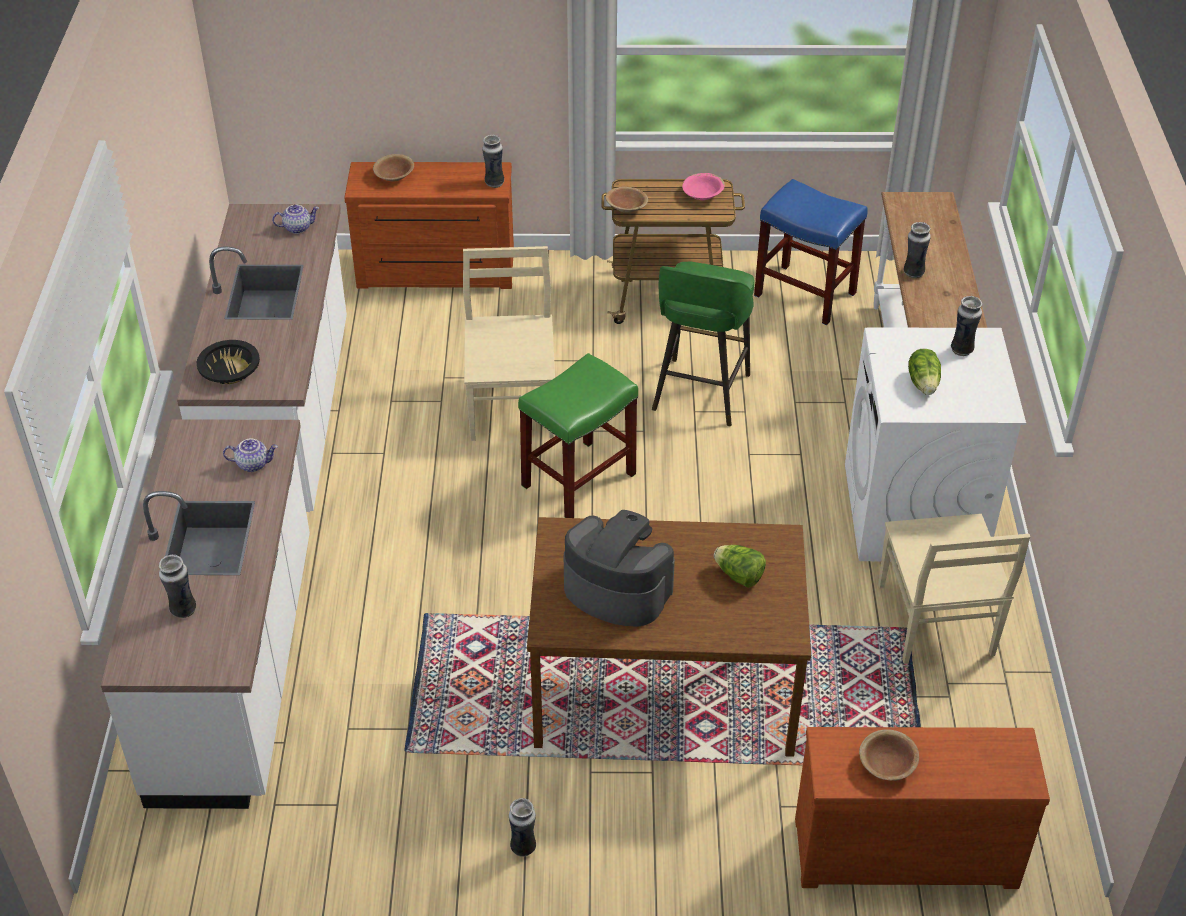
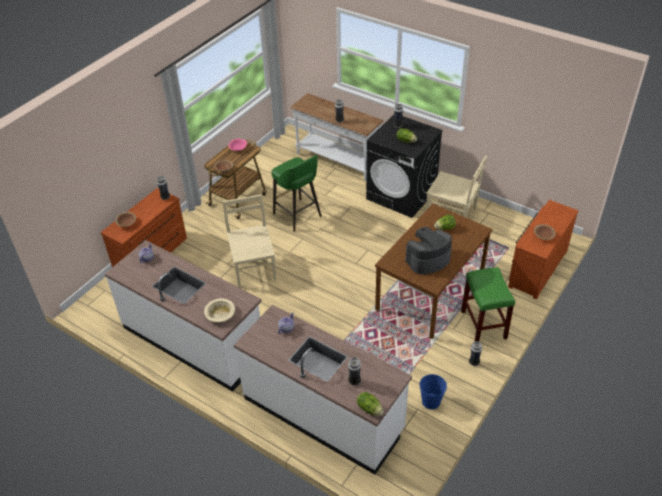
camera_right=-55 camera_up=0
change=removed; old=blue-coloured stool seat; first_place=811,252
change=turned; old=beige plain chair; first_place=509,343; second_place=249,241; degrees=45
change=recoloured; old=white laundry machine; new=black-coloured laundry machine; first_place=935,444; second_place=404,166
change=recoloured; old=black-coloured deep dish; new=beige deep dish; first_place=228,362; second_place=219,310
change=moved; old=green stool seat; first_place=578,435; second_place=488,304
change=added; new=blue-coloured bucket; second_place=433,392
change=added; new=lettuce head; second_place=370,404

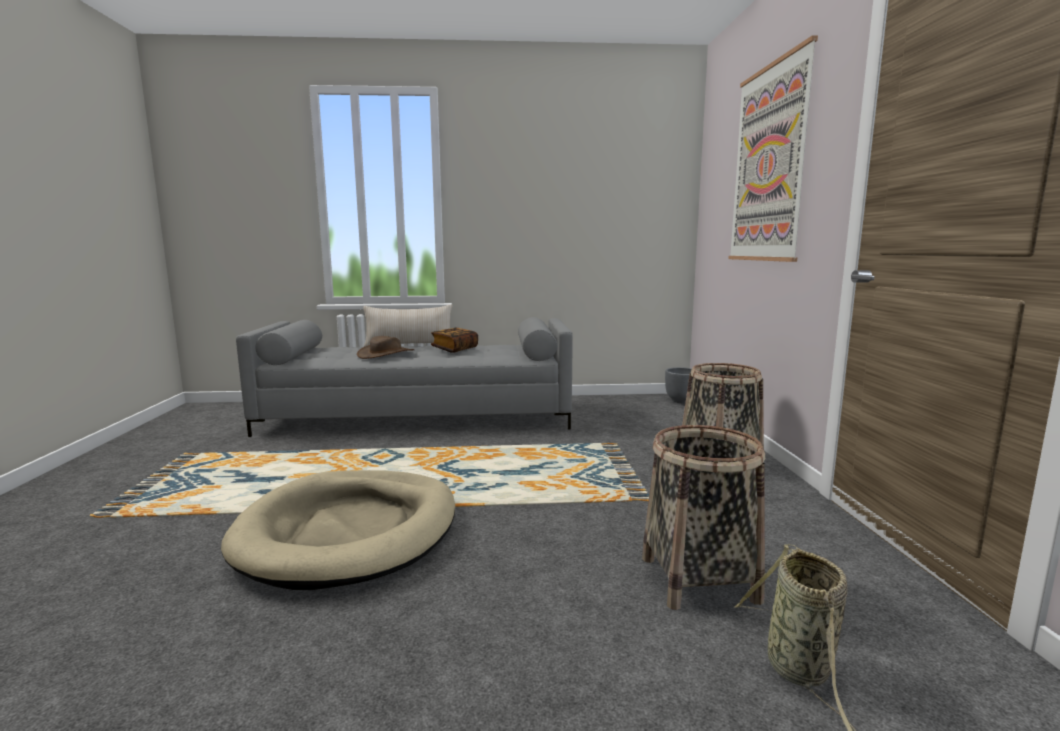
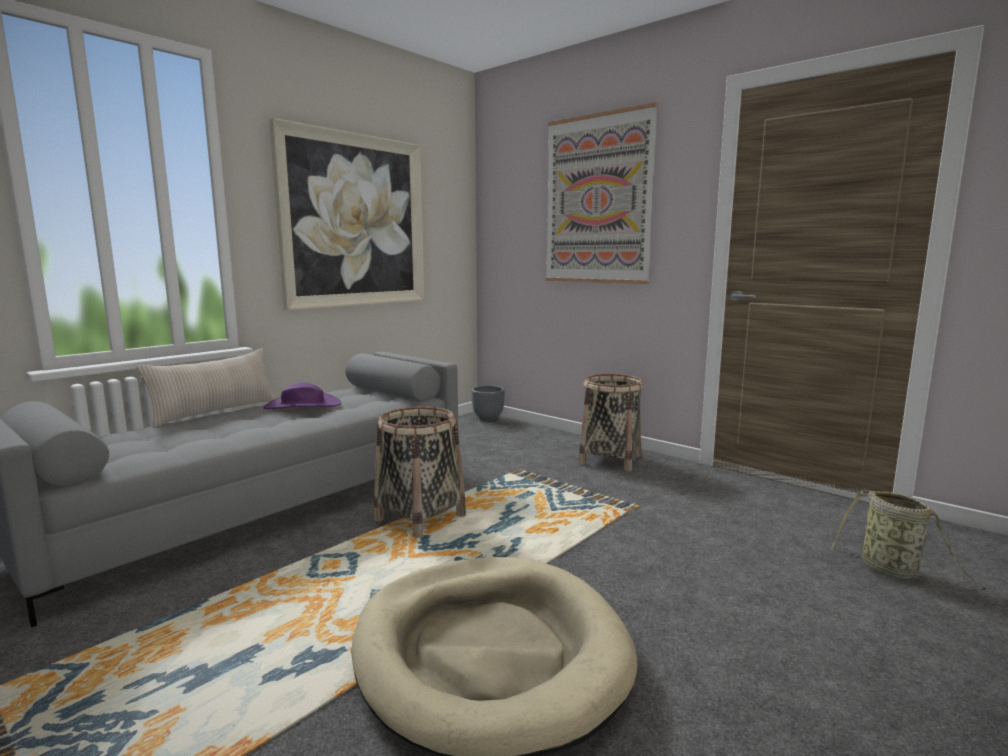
camera_right=-45 camera_up=0
change=replaced; old=volume; new=purple wearable hat; first_place=454,340; second_place=302,395
change=removed; old=brown wearable hat; first_place=386,347
change=moved; old=storage basket; first_place=703,517; second_place=420,472
change=added; new=wall picture; second_place=347,214

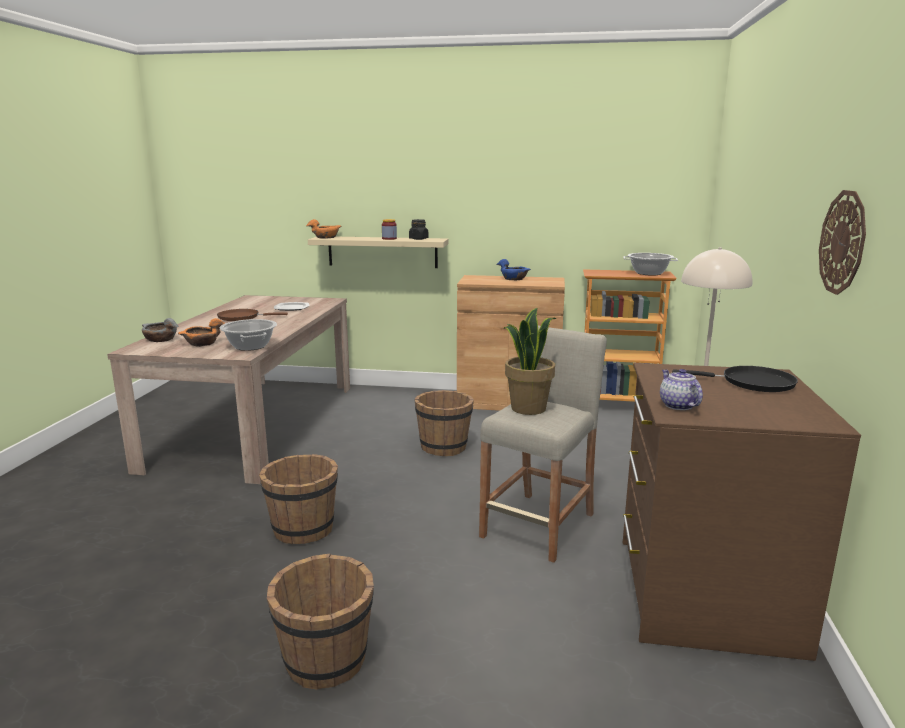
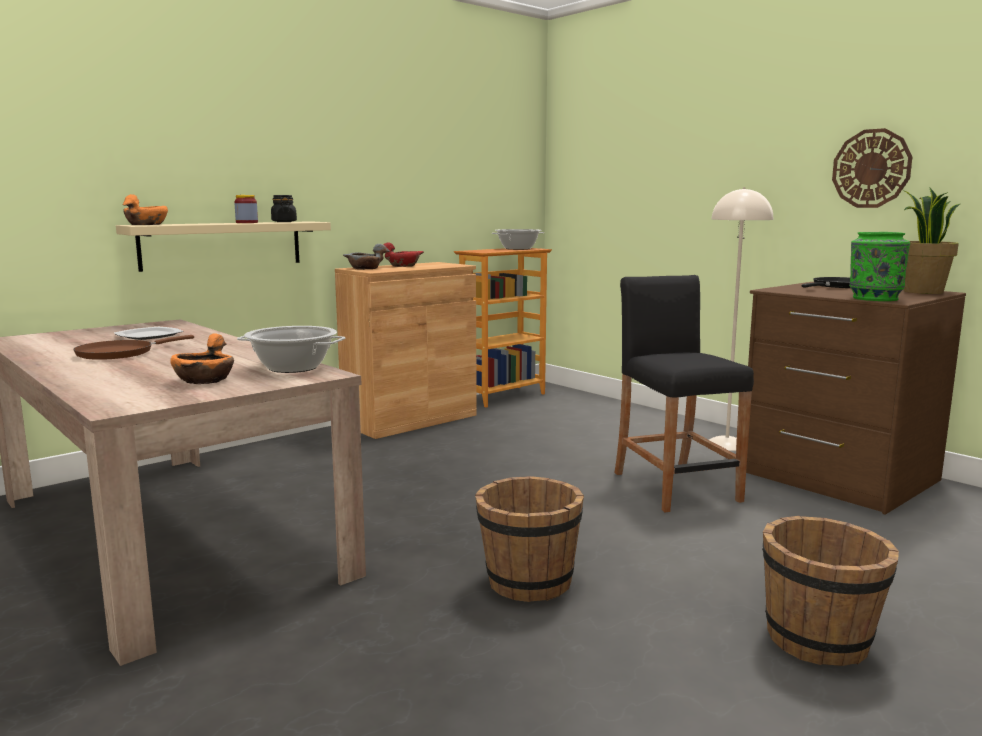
camera_right=-50 camera_up=-5
change=recoloured; old=blue-coloured deep dish; new=red-coloured deep dish; first_place=513,270; second_place=403,254
change=moved; old=potted plant; first_place=530,361; second_place=931,241
change=moved; old=gray deep dish; first_place=160,330; second_place=367,257
change=recoloured; old=beige stool seat; new=black-coloured stool seat; first_place=543,444; second_place=684,393
change=replaced; old=pot for tea; new=green decorative vase; first_place=681,389; second_place=879,266
change=removed; old=brown bucket; first_place=444,423

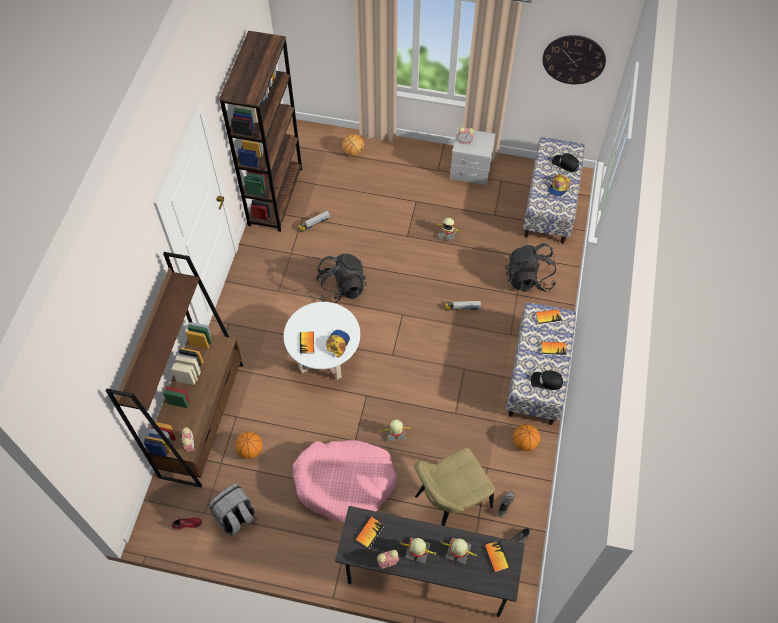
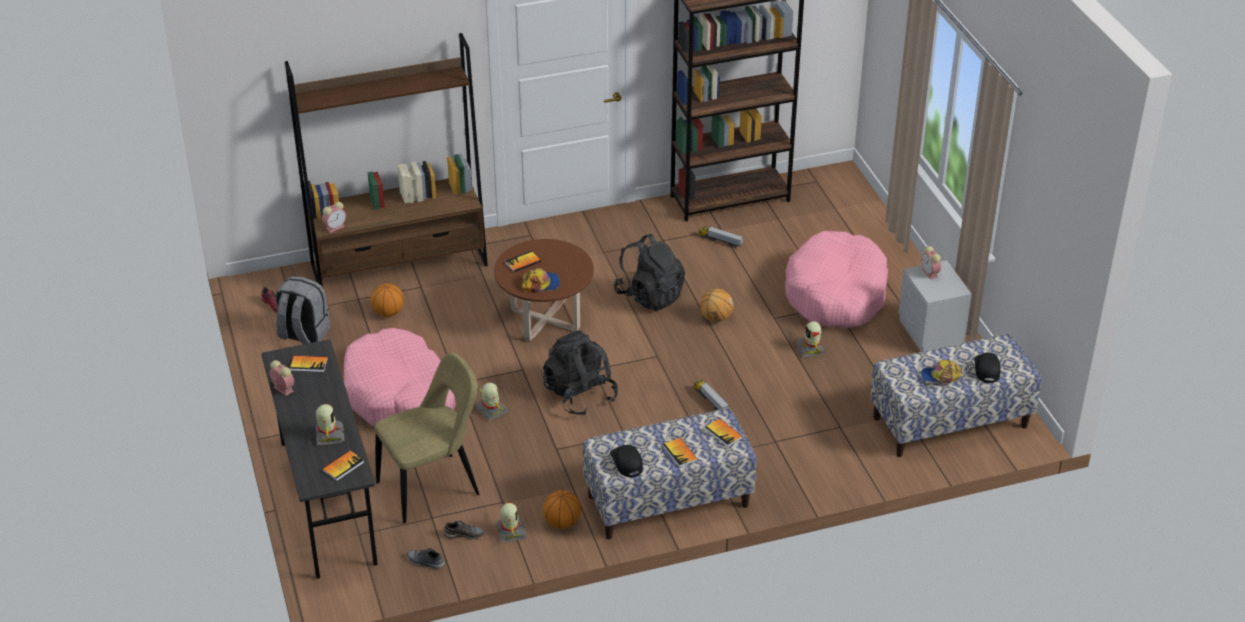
camera_right=60 camera_up=-20
change=removed; old=wall clock; first_place=574,59
change=moved; old=basketball; first_place=353,145; second_place=716,305
change=moved; old=black-coloured backpack; first_place=531,267; second_place=580,373
change=recoloured; old=white coffee table; new=brown coffee table; first_place=322,341; second_place=544,290
change=turned; old=beige plain chair; first_place=454,487; second_place=426,438; degrees=120
change=moved; old=robot figure; first_place=417,550; second_place=512,522
change=added; new=pinkish pet bed; second_place=836,279

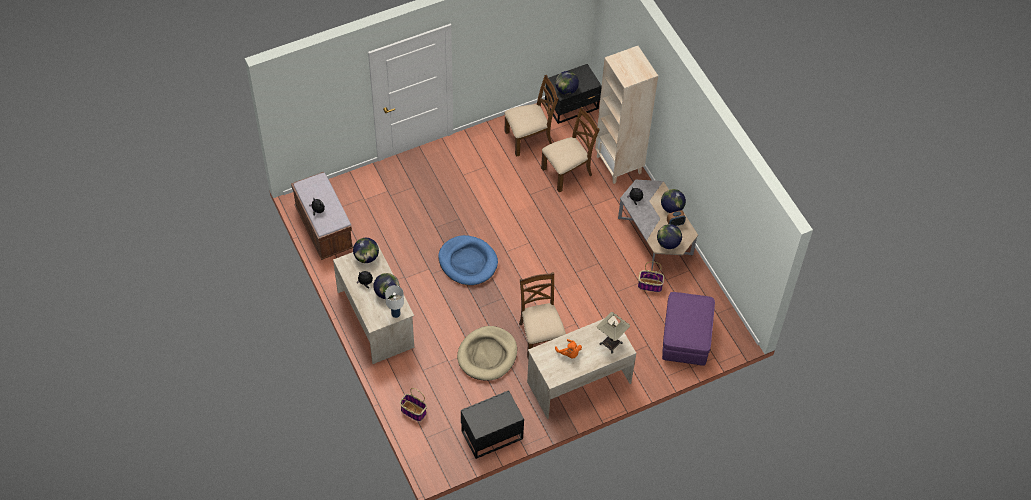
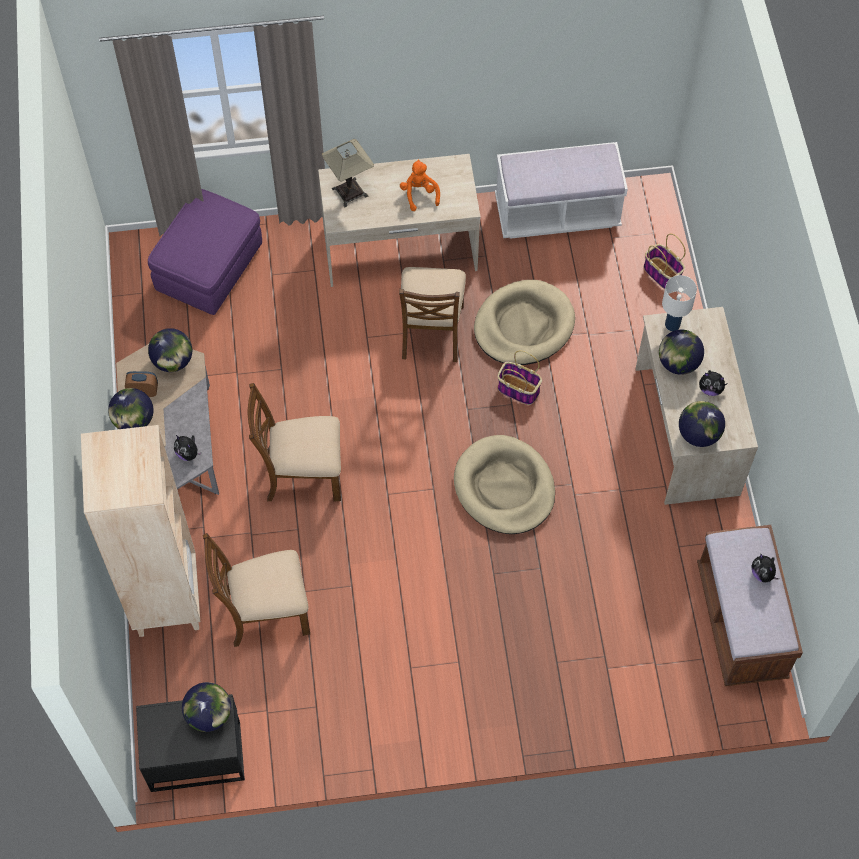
camera_right=-160 camera_up=5
change=moved; old=brown plain chair; first_place=531,116; second_place=294,442
change=recoloured; old=blue-coloured pet bed; new=beige pet bed; first_place=468,260; second_place=504,484
change=moved; old=storage basket; first_place=651,276; second_place=520,378
change=replaced; old=black-coloured nightstand; new=white long seat; first_place=492,424; second_place=561,190

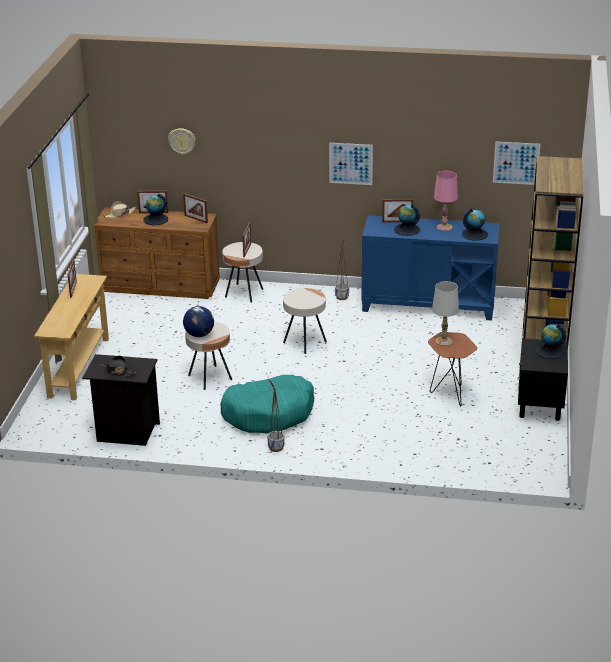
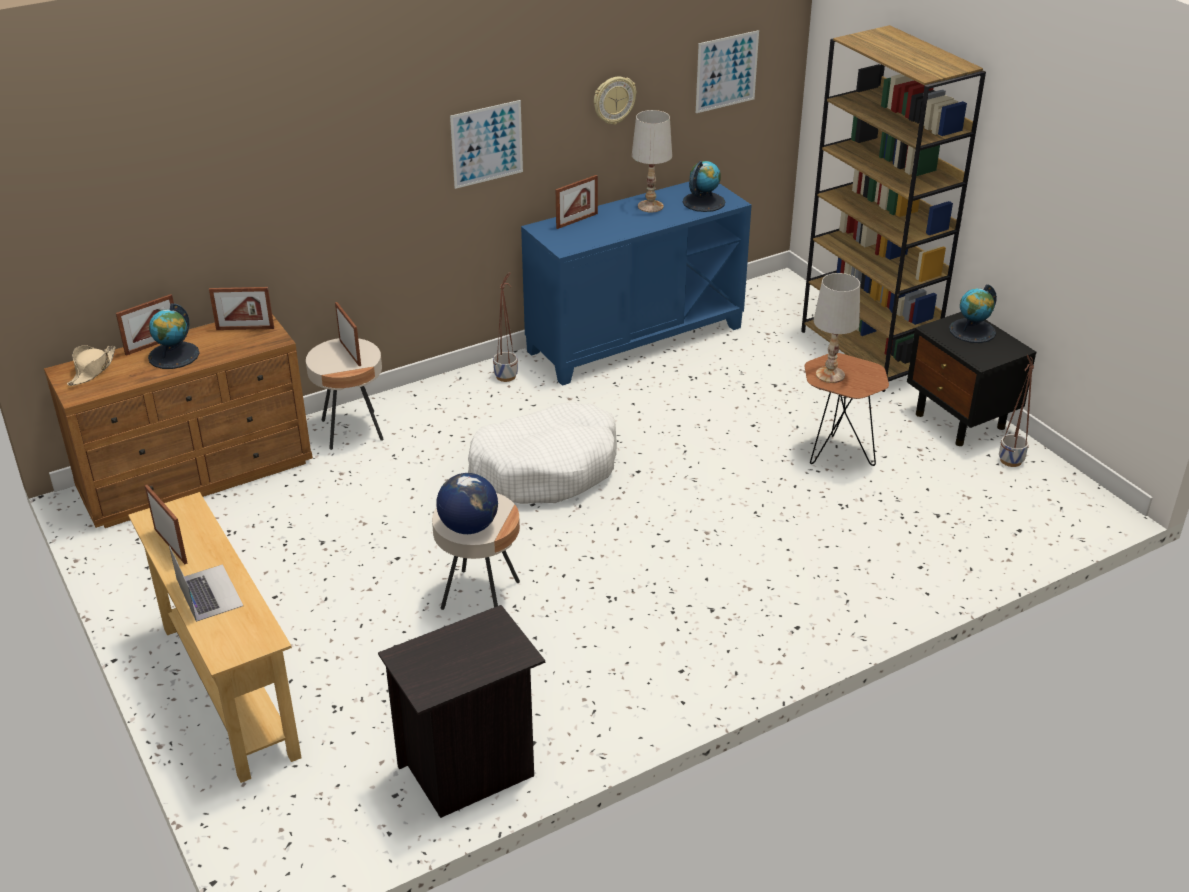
camera_right=-40 camera_up=5
change=moved; old=wall clock; first_place=182,141; second_place=615,100
change=recoloured; old=pinkish tabletop lamp; new=white tabletop lamp; first_place=446,201; second_place=652,161
change=removed; old=desk globe; first_place=407,220
change=replaced; old=beige end table; new=white pet bed; first_place=305,321; second_place=542,453
change=removed; old=black-coloured wearable hat; first_place=117,366
change=removed; old=turquoise pet bed; first_place=267,404
change=moved; old=flower pot; first_place=276,415; second_place=1016,411
change=added; new=notebook computer; second_place=206,583

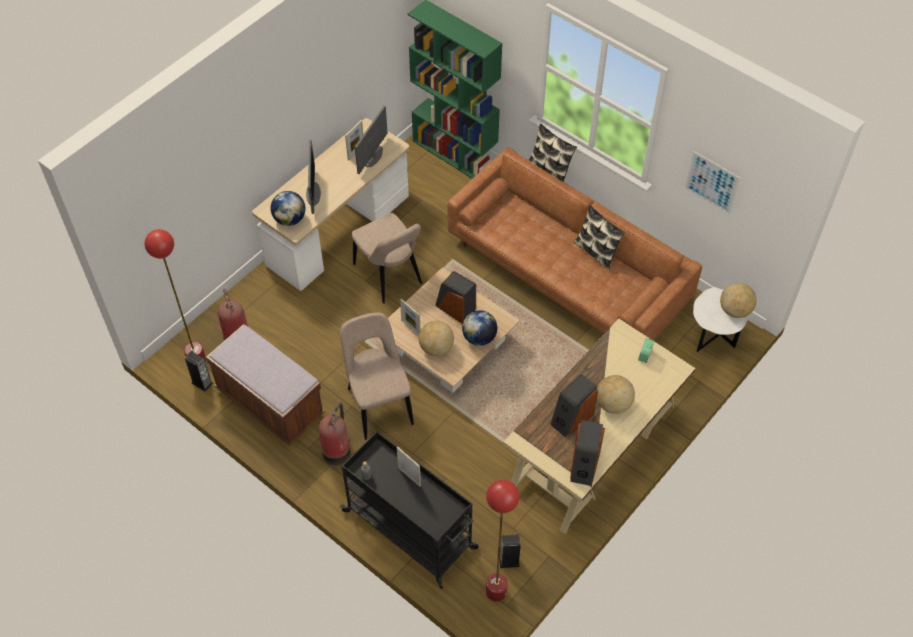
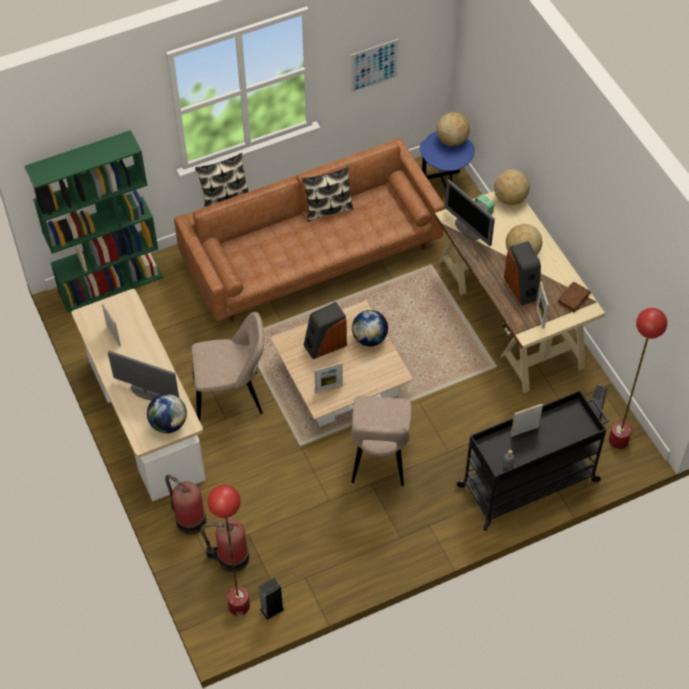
camera_right=-65 camera_up=0
change=moved; old=monitor; first_place=371,140; second_place=470,212
change=recoloured; old=white end table; new=blue-coloured end table; first_place=720,319; second_place=447,160
change=turned; old=beige plain chair; first_place=377,376; second_place=381,441; degrees=-90
change=moved; old=desk globe; first_place=436,338; second_place=512,187
change=removed; old=brown long seat; first_place=265,385
change=moved; old=extinguisher; first_place=335,433; second_place=185,505
change=replaced; old=loudspeaker; new=brown volume; first_place=587,453; second_place=574,296
change=added; new=standing frame; second_place=542,305

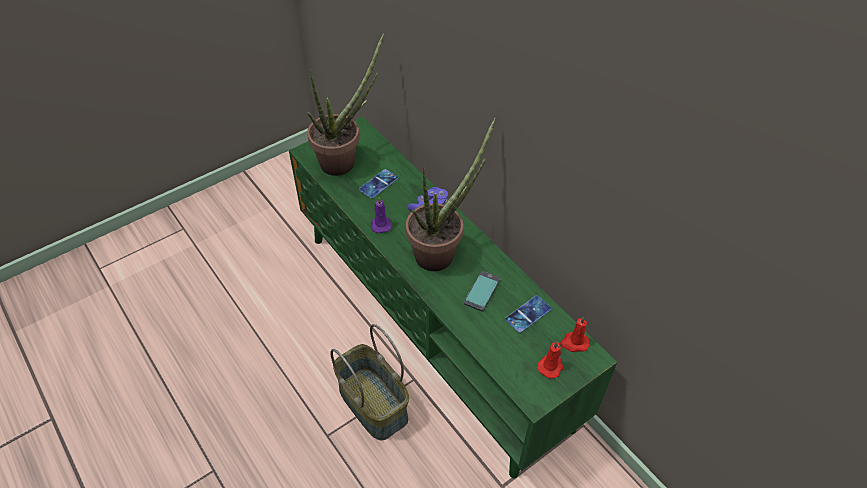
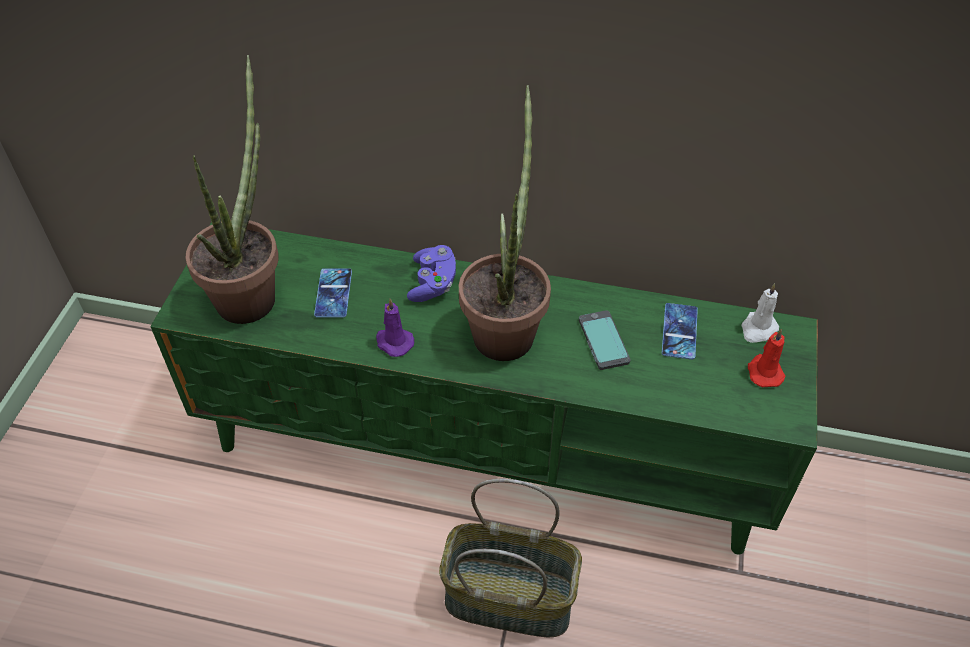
camera_right=-40 camera_up=0
change=recoloured; old=red-coloured wax candle; new=white wax candle; first_place=575,334; second_place=760,313

